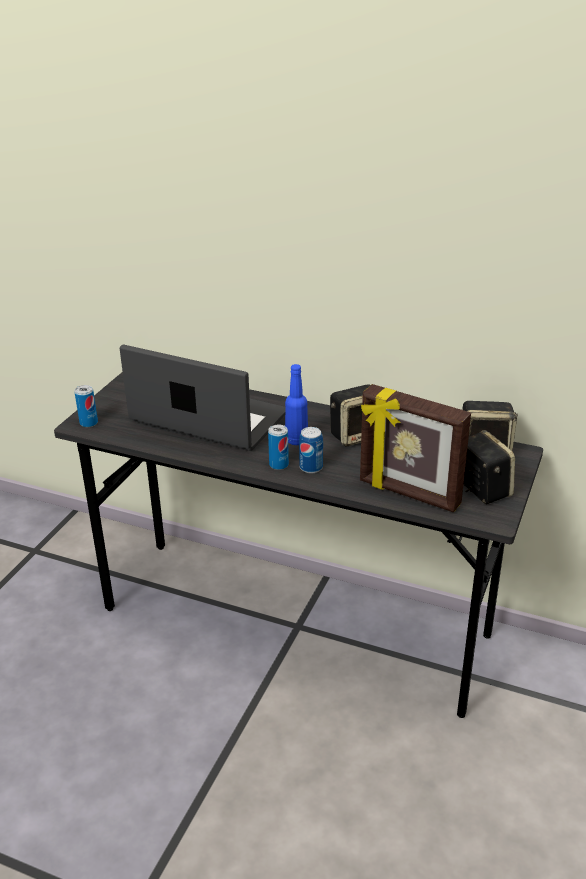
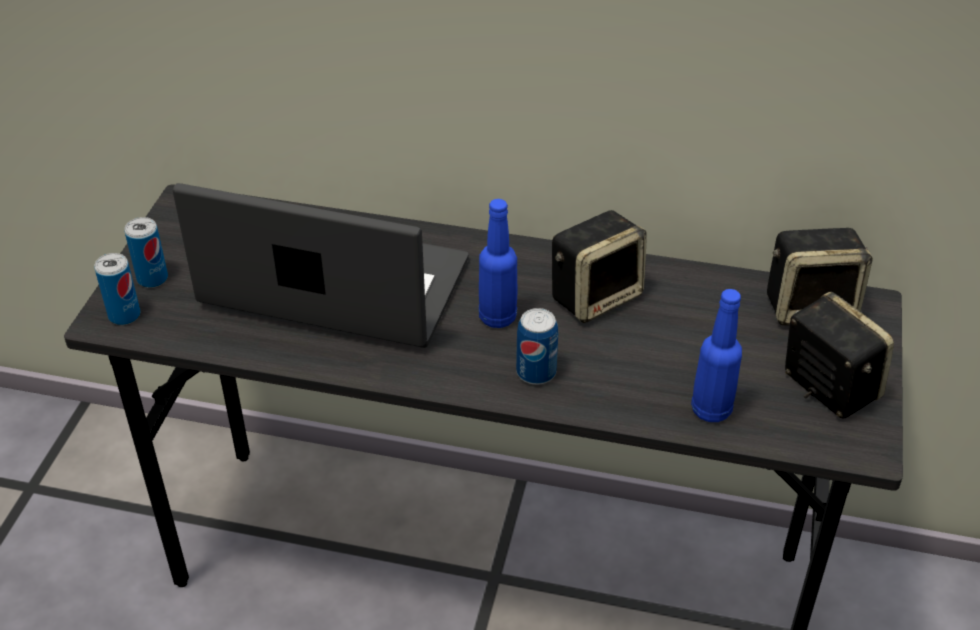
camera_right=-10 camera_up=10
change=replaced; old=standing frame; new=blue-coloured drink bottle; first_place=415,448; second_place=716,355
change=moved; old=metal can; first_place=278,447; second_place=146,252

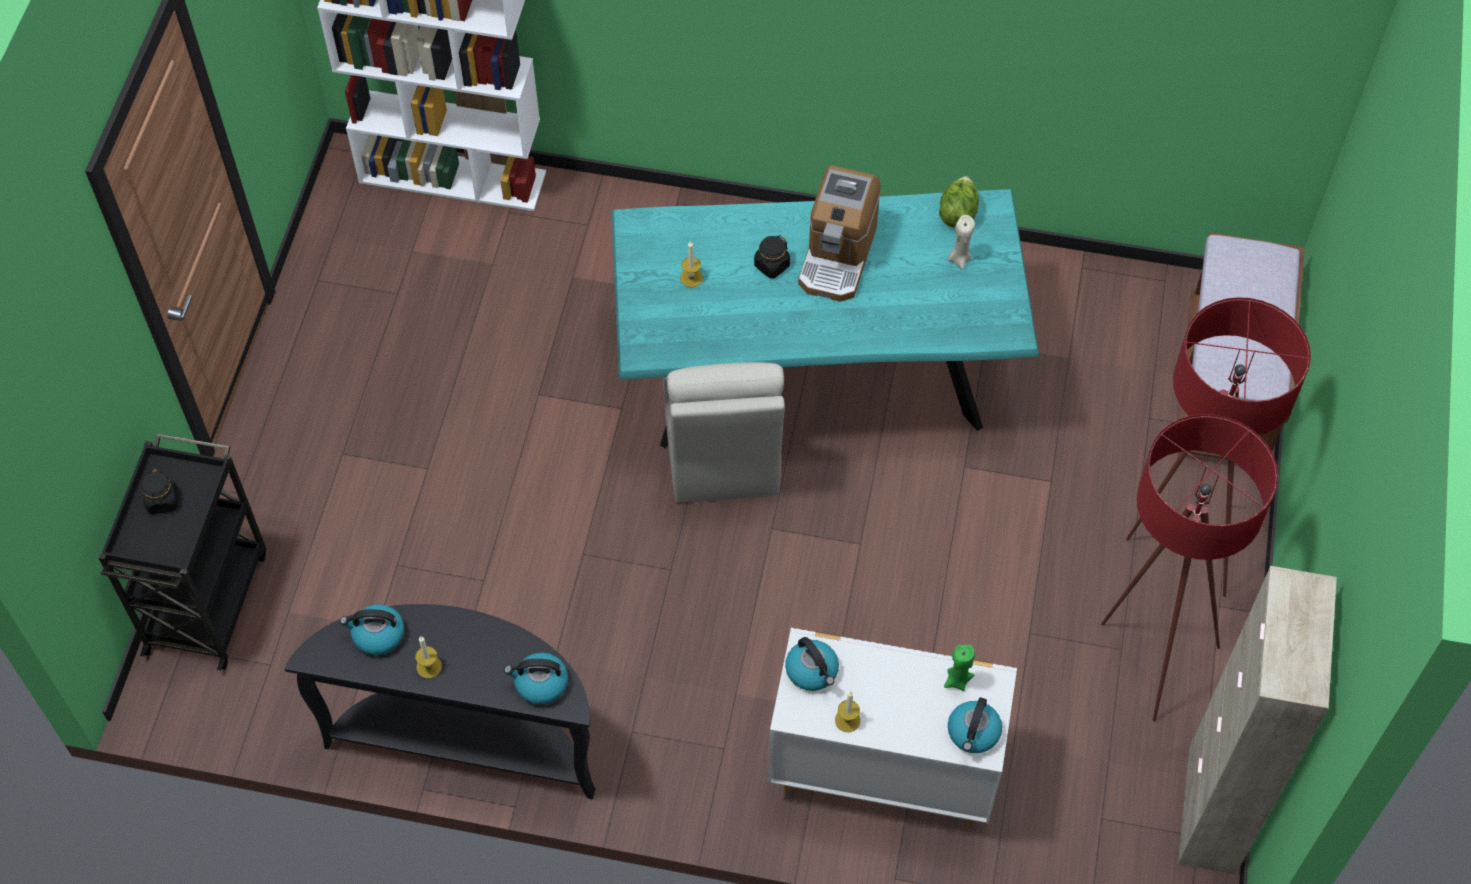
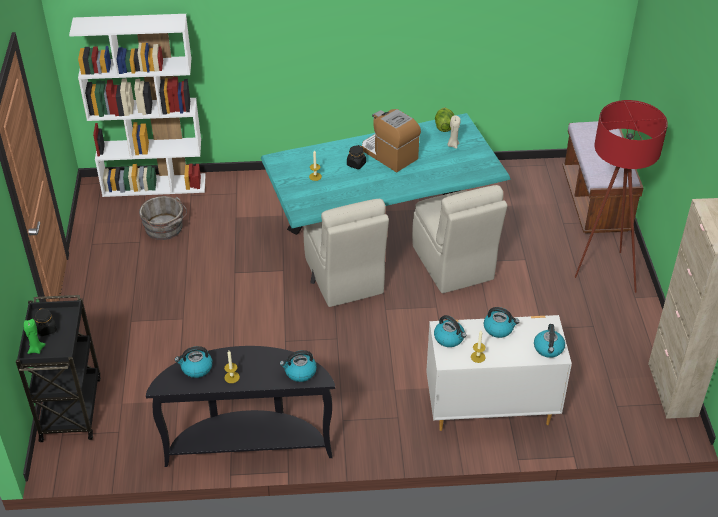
camera_right=-15 camera_up=-15
change=turned; old=coffee machine; first_place=839,233; second_place=391,141; degrees=135
change=removed; old=red-coloured standard lamp; first_place=1189,568
change=moved; old=green wax candle; first_place=959,668; second_place=35,336
change=added; new=beige plain chair; second_place=459,239
change=added; new=gray bucket; second_place=163,218
change=added; new=water kettle; second_place=501,322

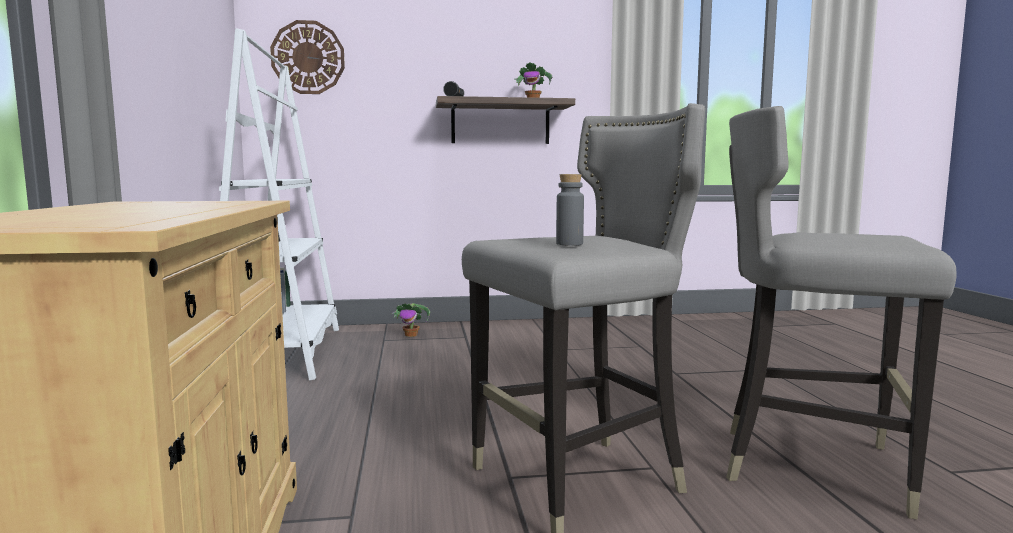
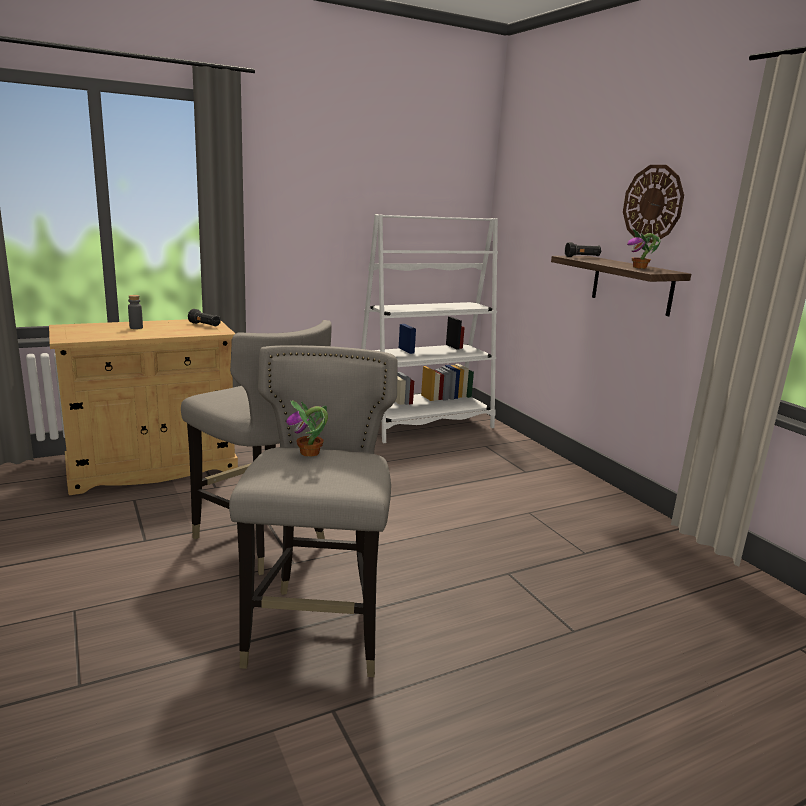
camera_right=70 camera_up=10
change=moved; old=wall clock; first_place=307,57; second_place=653,204
change=moved; old=gray drink bottle; first_place=570,210; second_place=135,312
change=moved; old=potted plant; first_place=410,320; second_place=307,428
change=added; new=black-coloured hand torch; second_place=204,317

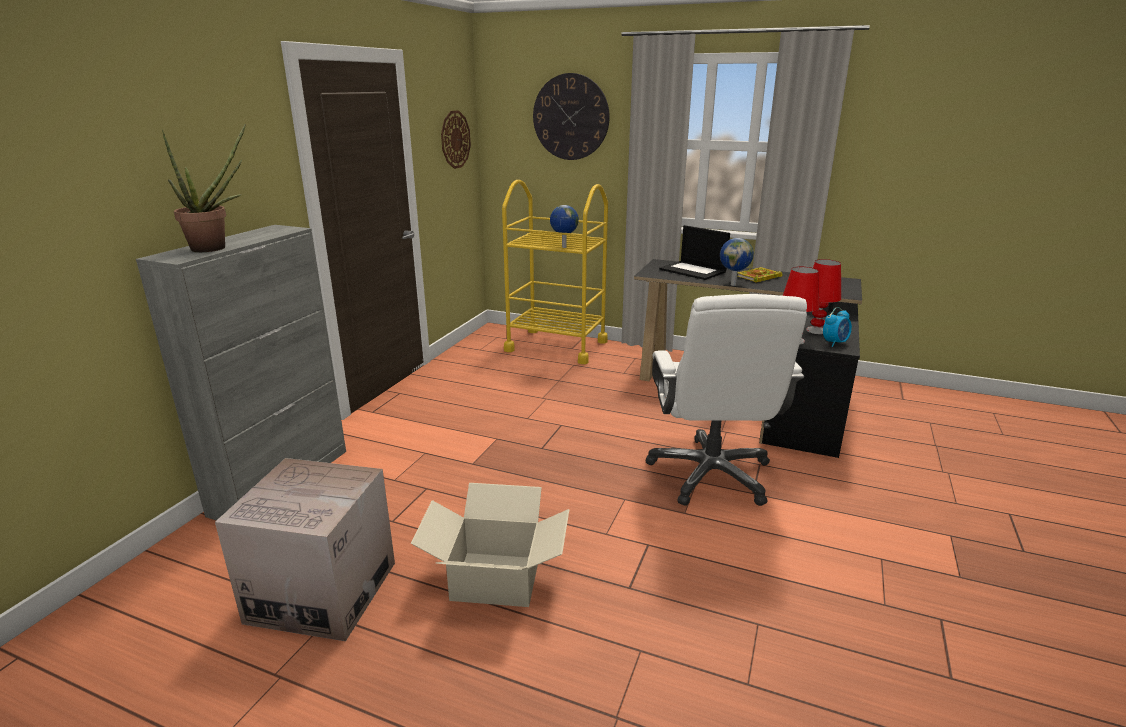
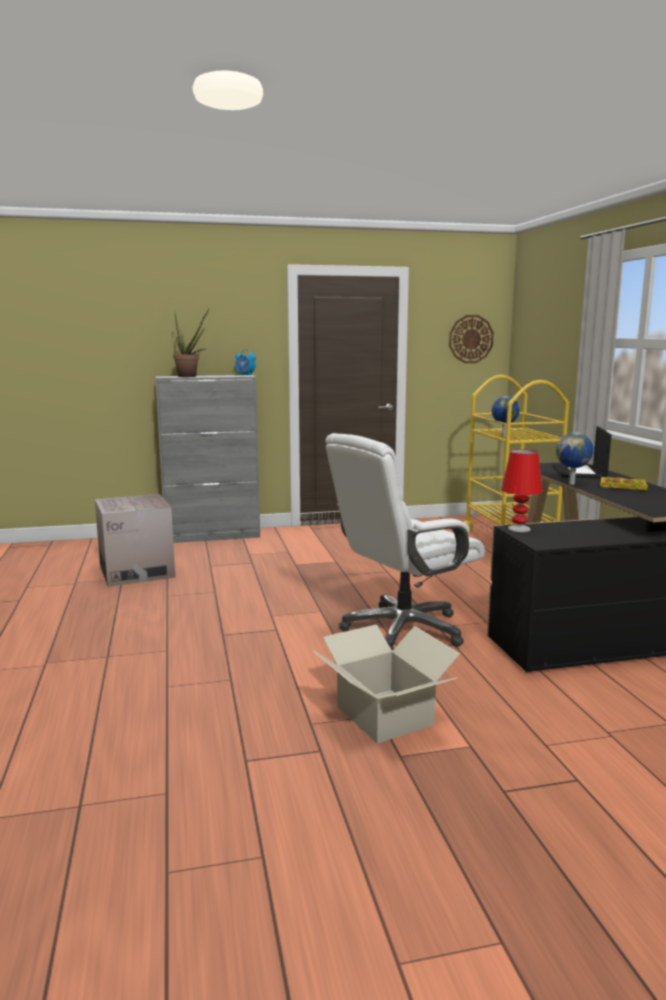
camera_right=55 camera_up=-10
change=removed; old=wall clock; first_place=571,116
change=removed; old=red-coloured tabletop lamp; first_place=823,296
change=moved; old=alarm clock; first_place=837,327; second_place=245,362
change=moved; old=packing box; first_place=489,545; second_place=386,684

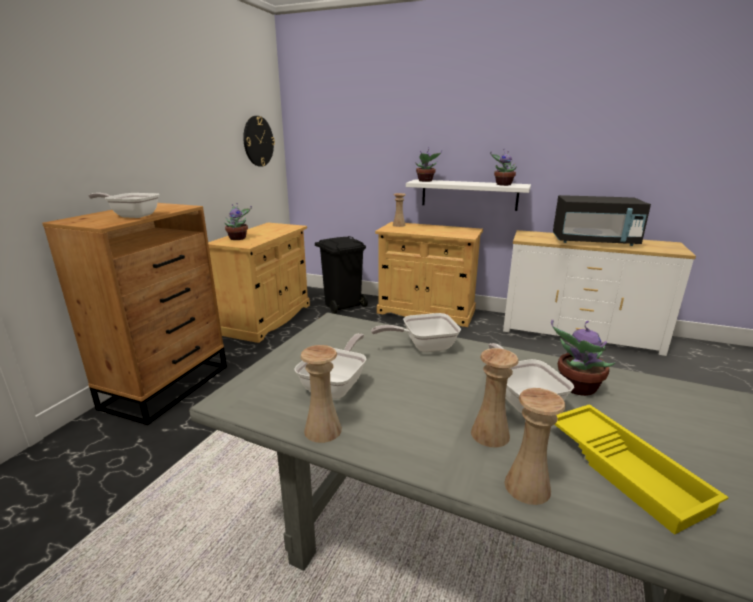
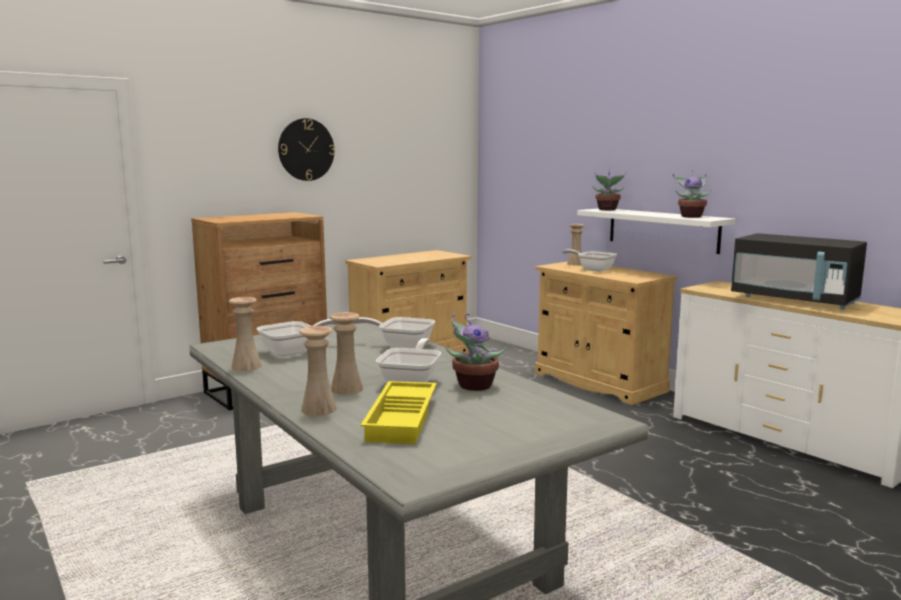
camera_right=30 camera_up=-10
change=moved; old=wall clock; first_place=259,141; second_place=306,149
change=moved; old=skillet; first_place=124,205; second_place=589,260
change=removed; old=potted plant; first_place=238,221
change=removed; old=black-coloured waste bin; first_place=341,275

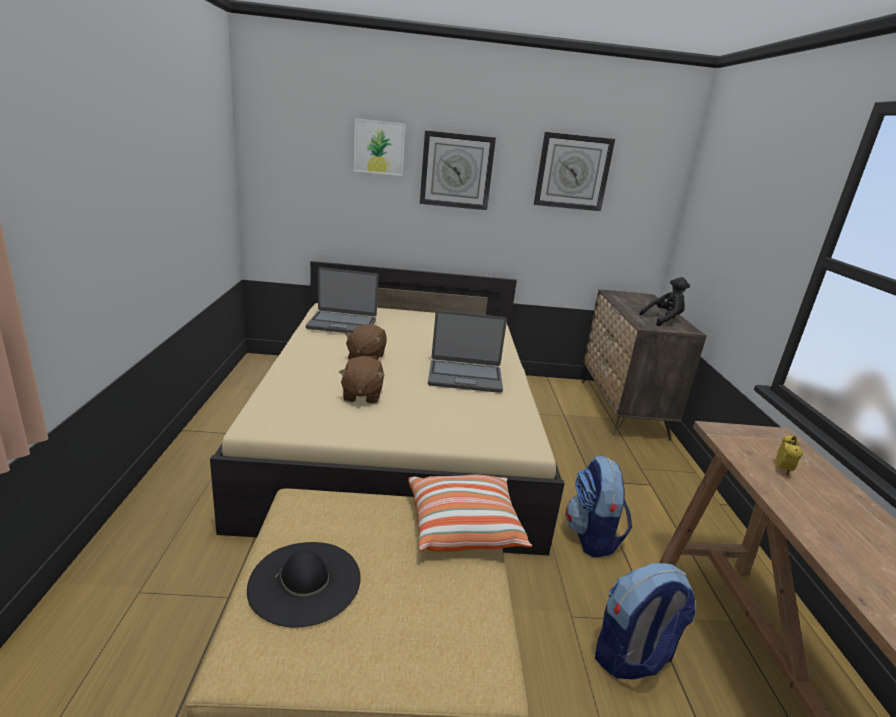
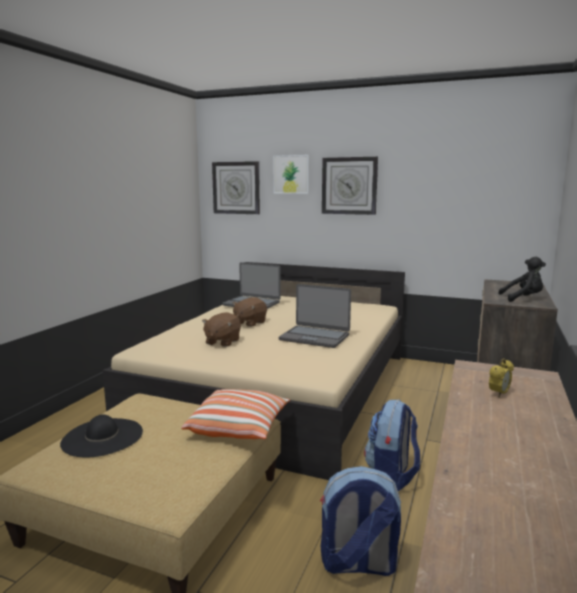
camera_right=25 camera_up=-10
change=moved; old=wall clock; first_place=574,171; second_place=236,187

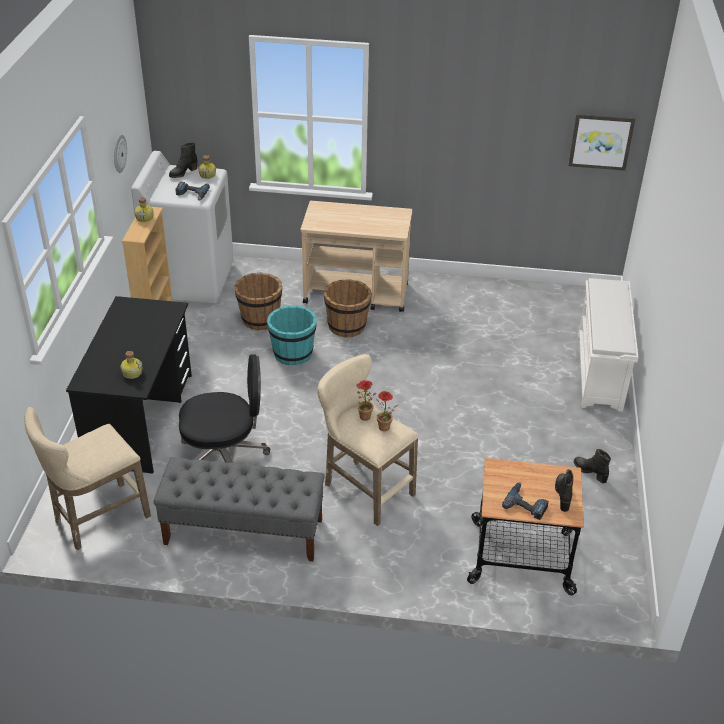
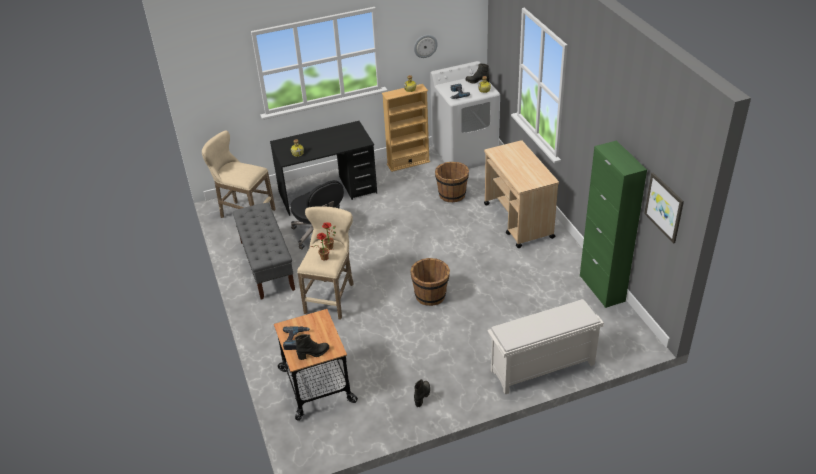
camera_right=65 camera_up=0
change=moved; old=brown bucket; first_place=348,308; second_place=430,282
change=removed; old=turquoise bucket; first_place=292,335
change=added; new=green cabinet; second_place=613,224

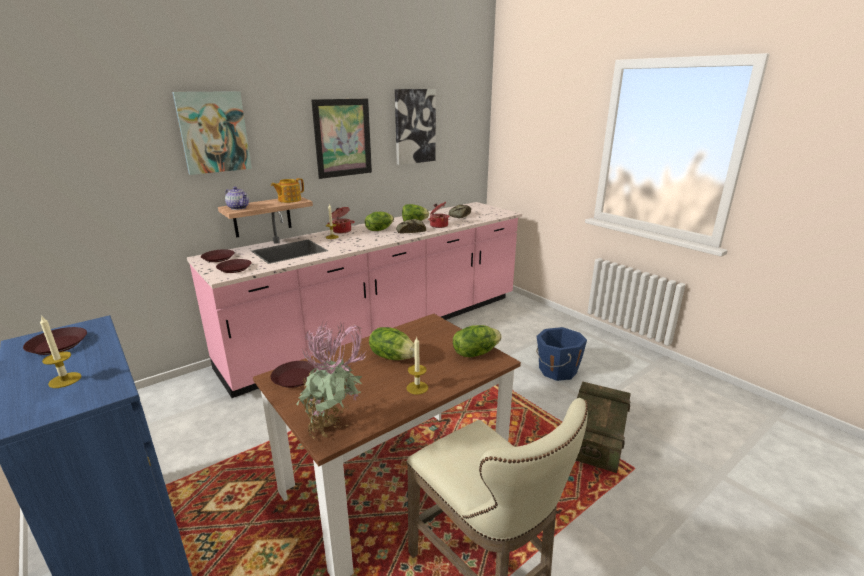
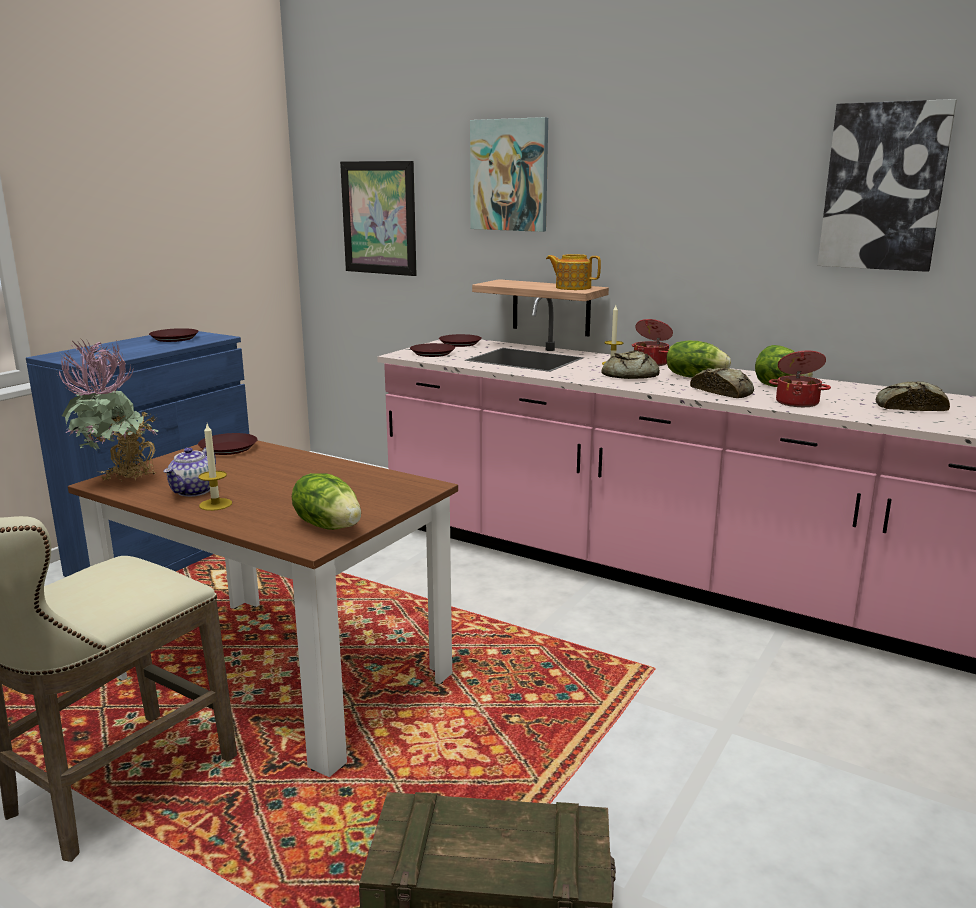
camera_right=70 camera_up=-5
change=moved; old=wall picture; first_place=341,139; second_place=378,218
change=moved; old=pot for tea; first_place=237,198; second_place=190,472
change=removed; old=wax candle; first_place=60,351
change=removed; old=lettuce head; first_place=392,343
change=removed; old=blue-coloured bucket; first_place=561,354
change=added; new=bakery bread; second_place=630,364

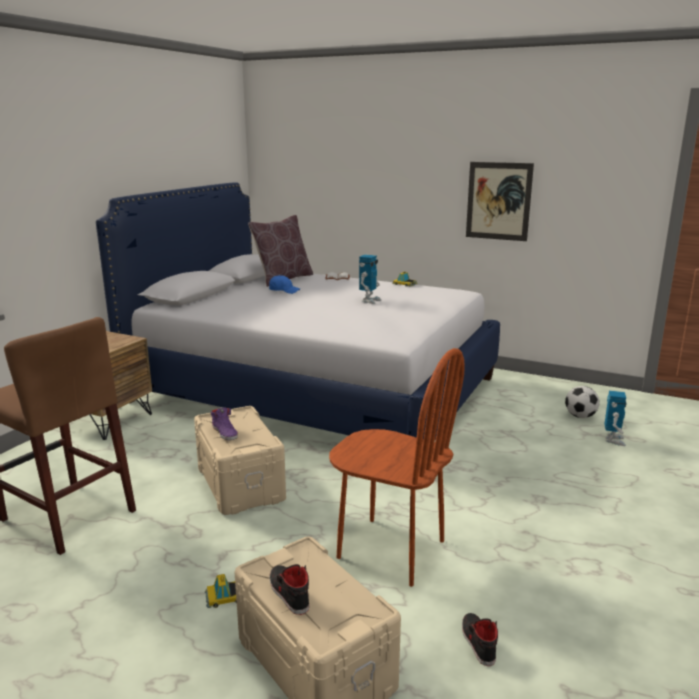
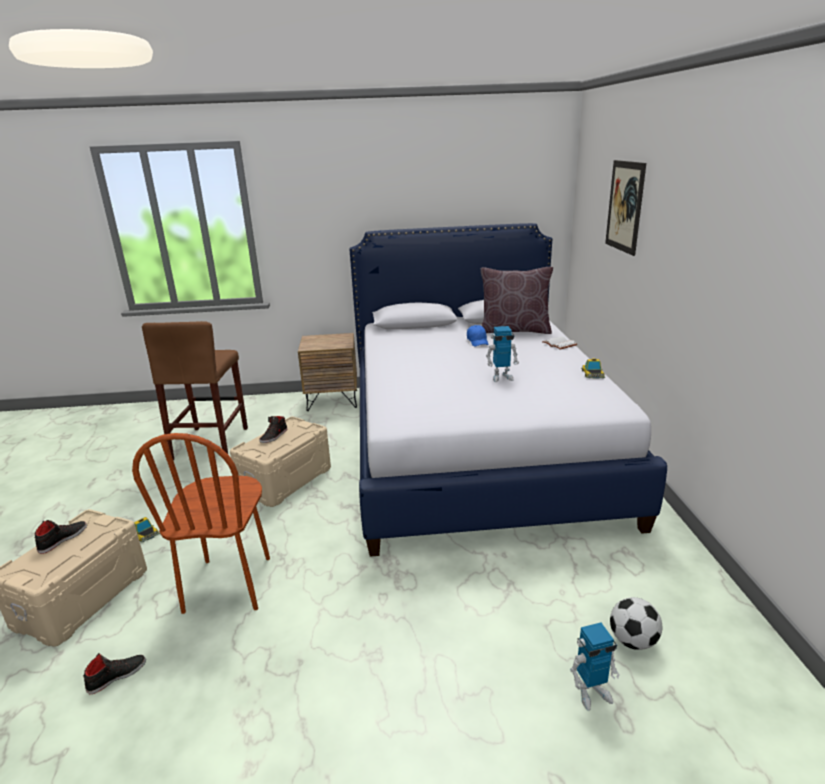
camera_right=60 camera_up=5
change=moved; old=wall picture; first_place=500,201; second_place=625,208
change=recoloured; old=purple item of footwear; new=black-coloured item of footwear; first_place=224,424; second_place=273,429

